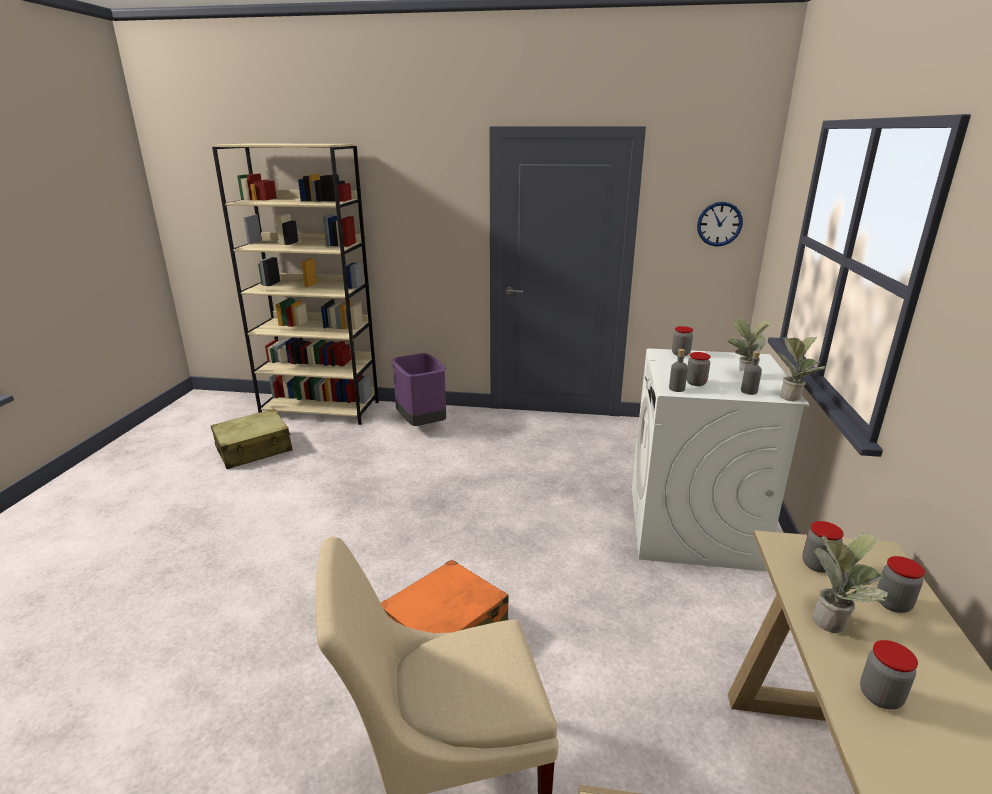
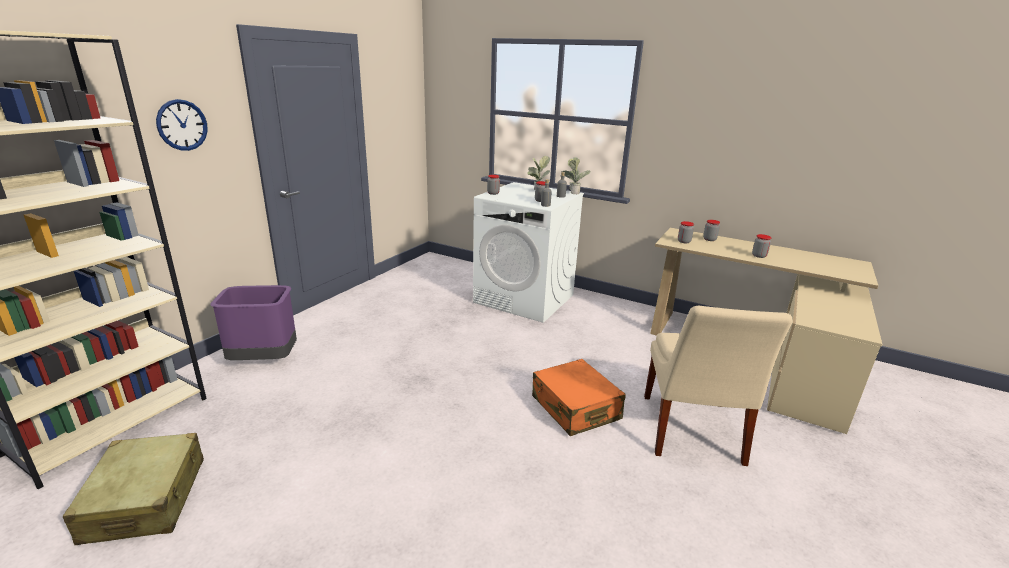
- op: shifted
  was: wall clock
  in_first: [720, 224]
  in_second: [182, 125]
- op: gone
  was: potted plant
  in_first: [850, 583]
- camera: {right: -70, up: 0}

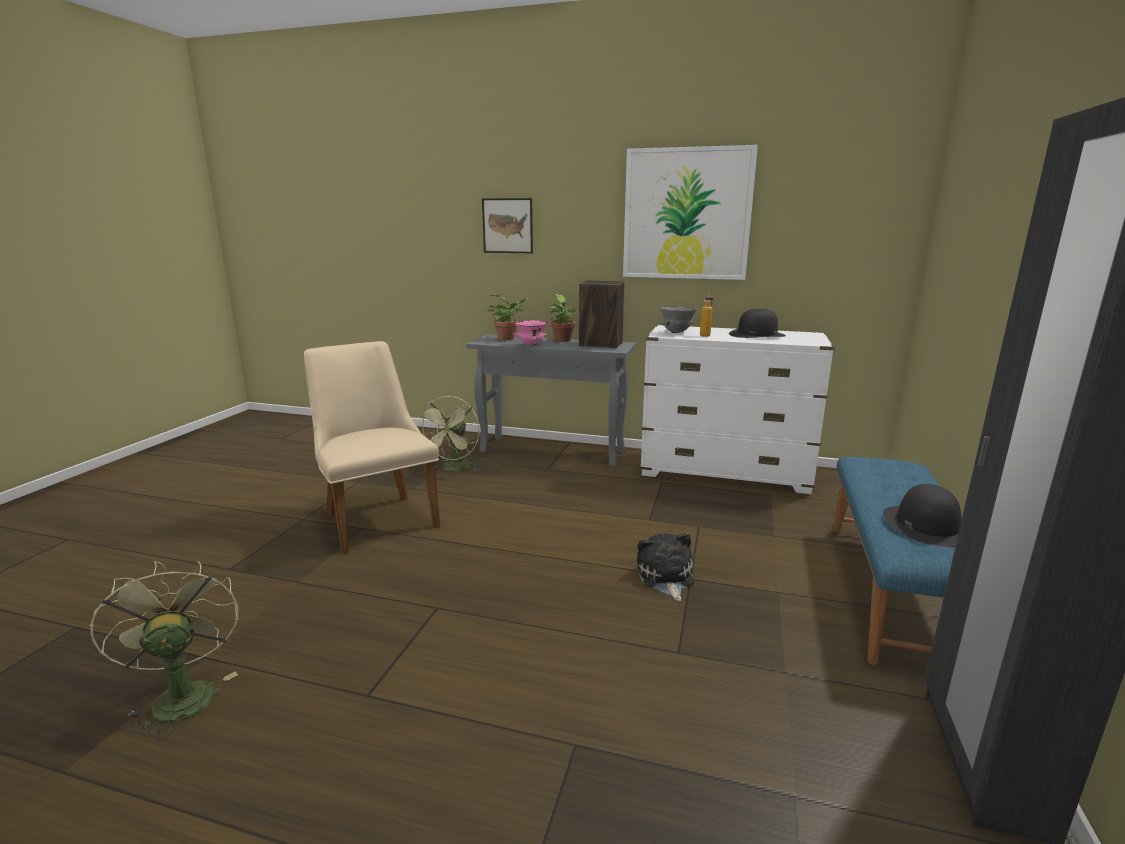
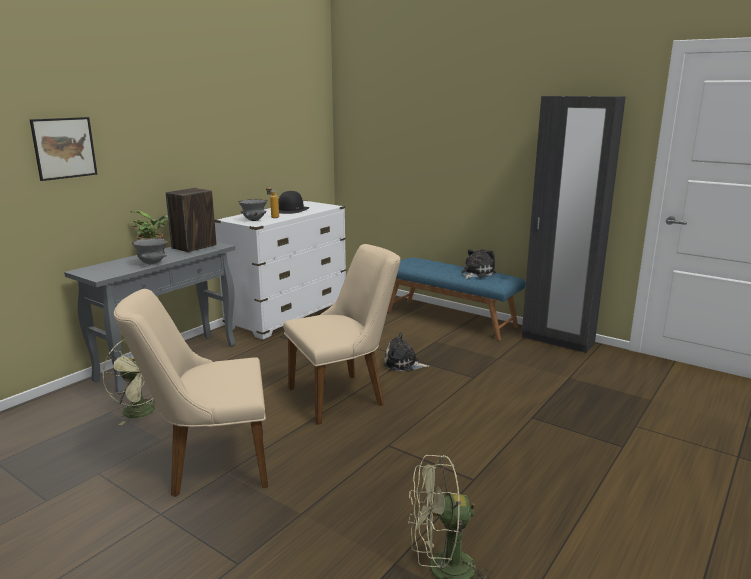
- op: gone
  was: potted plant
  in_first: [508, 317]
- op: repainted
  was: bowl (pink)
  now: bowl (grey)
  in_first: [531, 333]
  in_second: [150, 251]
- op: gone
  was: picture
  in_first: [690, 212]
- op: swapped
  was: hat (black)
  now: plush toy
  in_first: [922, 515]
  in_second: [478, 264]
- op: new
  now: chair (beige)
  in_second: [341, 334]
- camera: {right: -70, up: 0}

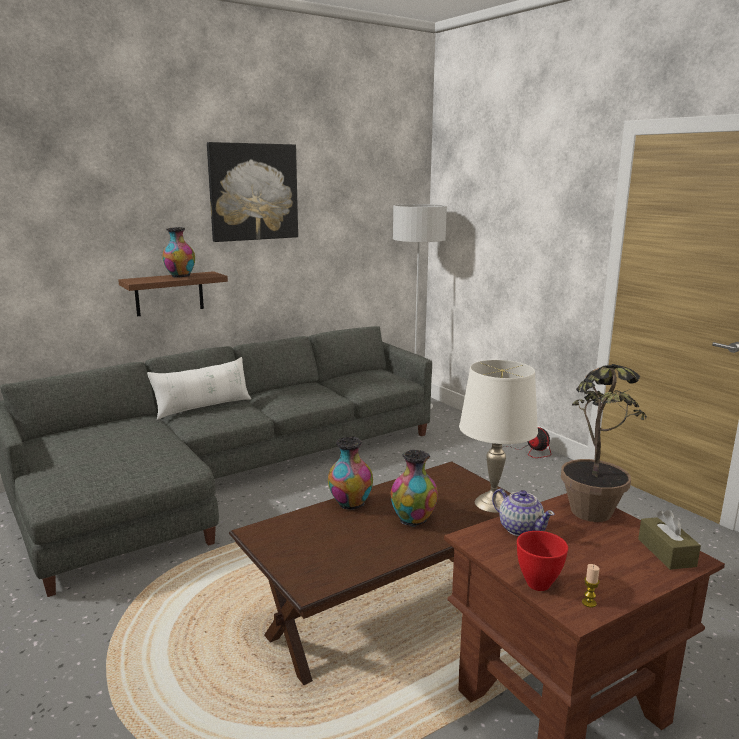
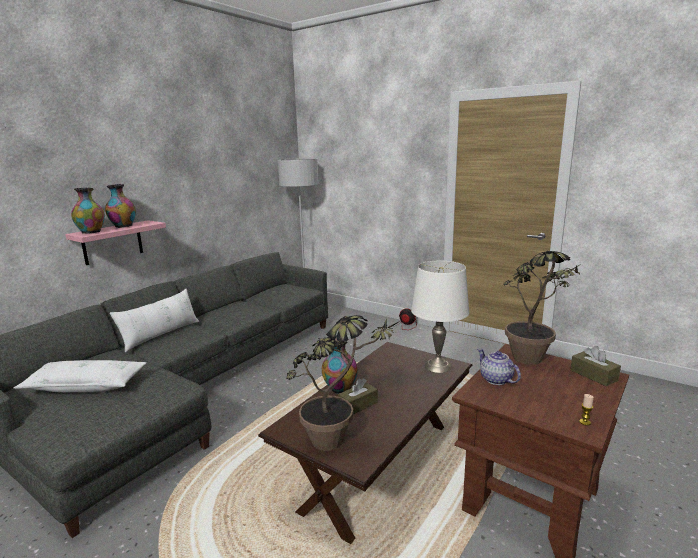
- op: repainted
  was: shelf (brown)
  now: shelf (pink)
  in_first: [173, 293]
  in_second: [115, 242]
- op: gone
  was: picture
  in_first: [252, 192]
- op: shifted
  was: vase
  in_first: [414, 488]
  in_second: [88, 211]
- op: rotated
  was: teapot
  in_first: [523, 512]
  in_second: [499, 367]
  clockwise: -150
- op: gone
  was: bowl (red)
  in_first: [542, 561]
- op: new
  now: pillow (white)
  in_second: [80, 376]
- op: new
  now: potted plant
  in_second: [343, 383]
- op: new
  now: tissue box (brown)
  in_second: [358, 396]
- camera: {right: -20, up: 0}

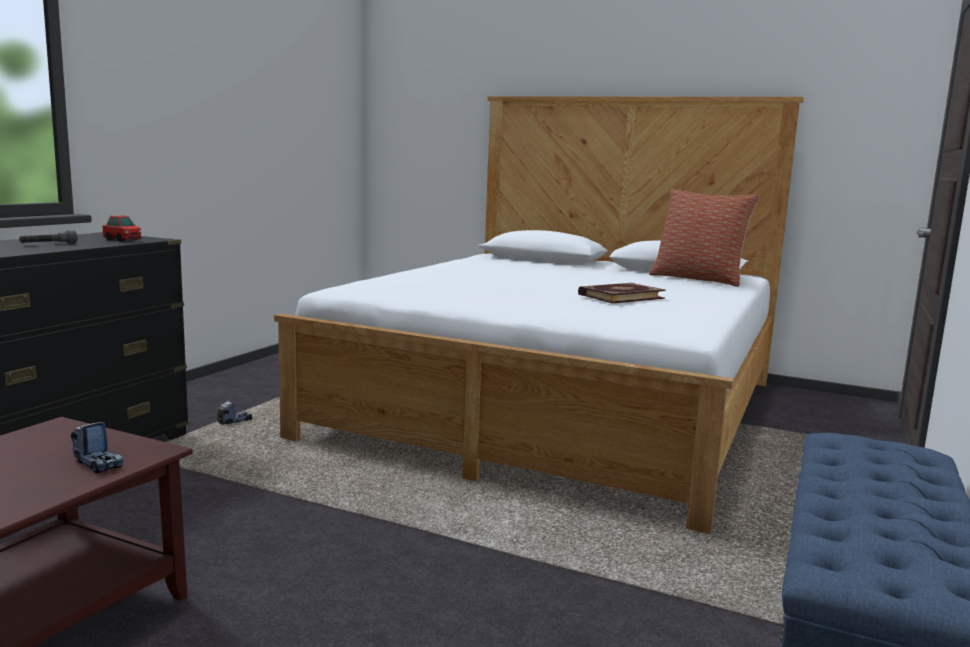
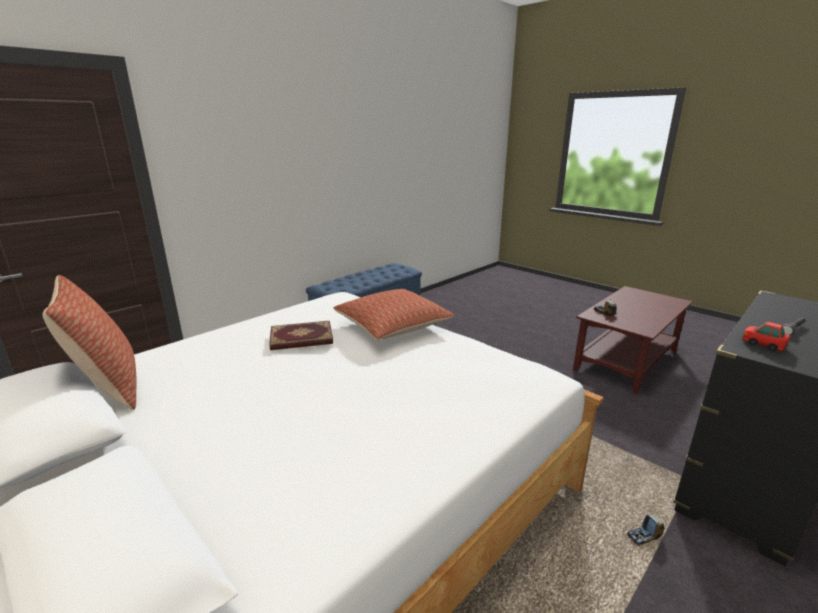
- op: new
  now: pillow
  in_second: [393, 314]
- camera: {right: -160, up: 10}

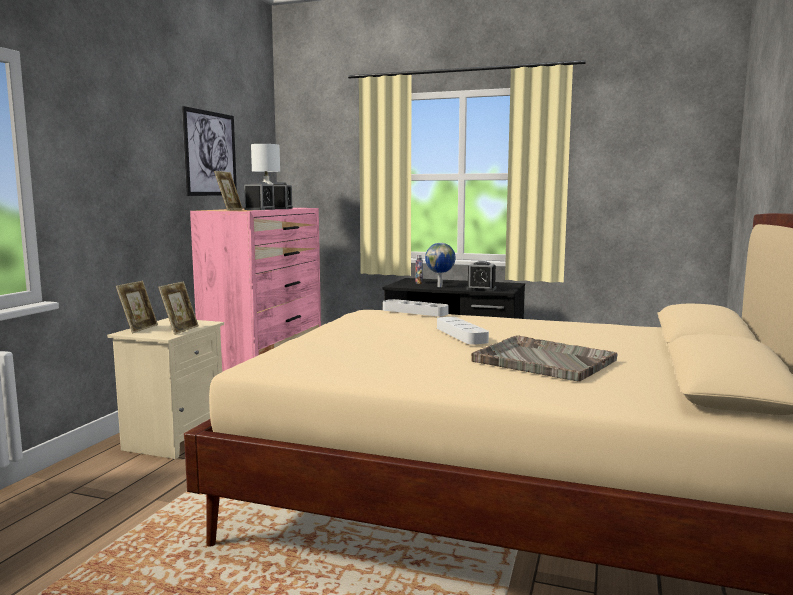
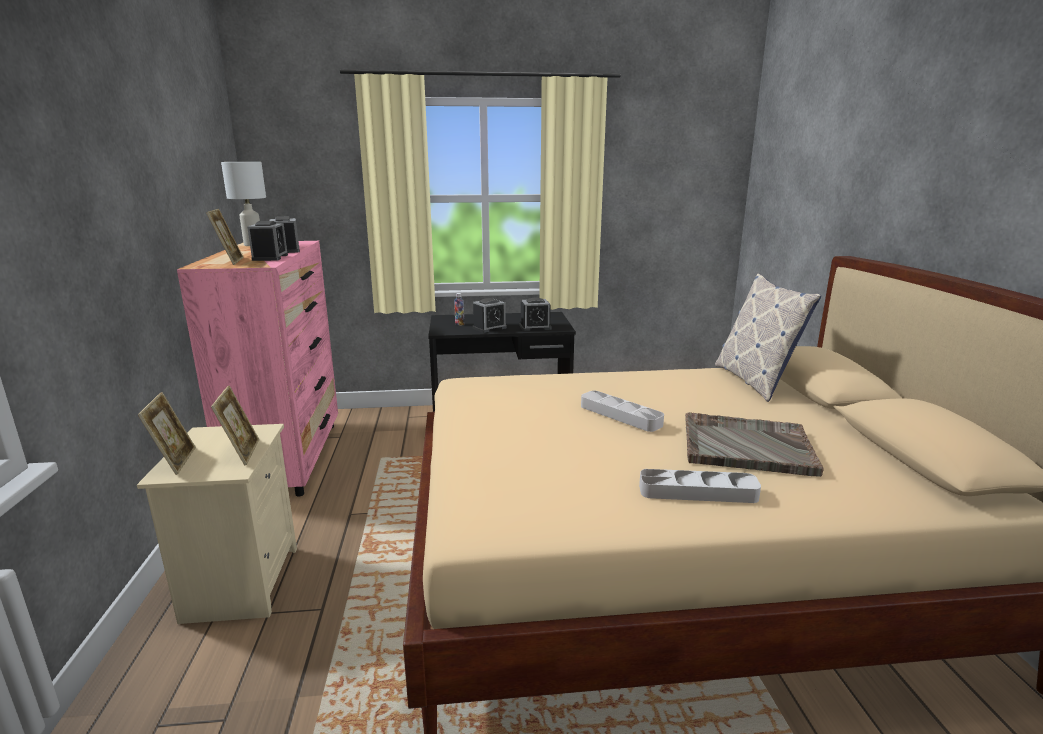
- op: gone
  was: picture
  in_first: [209, 151]
- op: shifted
  was: tray (grey)
  in_first: [415, 307]
  in_second: [700, 486]
- op: swapped
  was: globe
  now: alarm clock
  in_first: [440, 265]
  in_second: [489, 315]
- op: new
  now: pillow
  in_second: [768, 337]
- camera: {right: -25, up: 10}

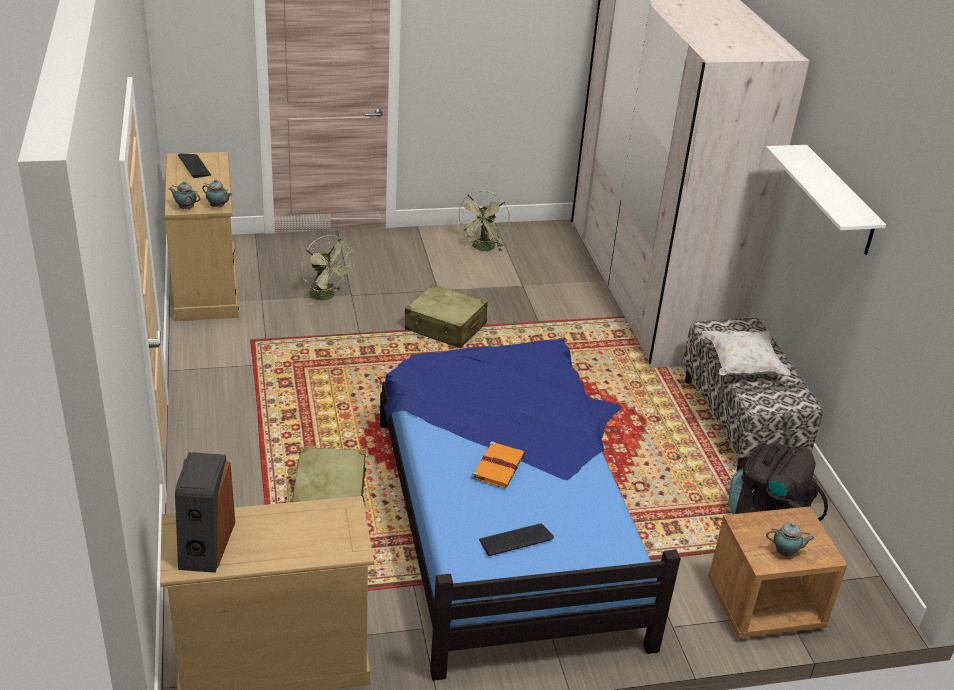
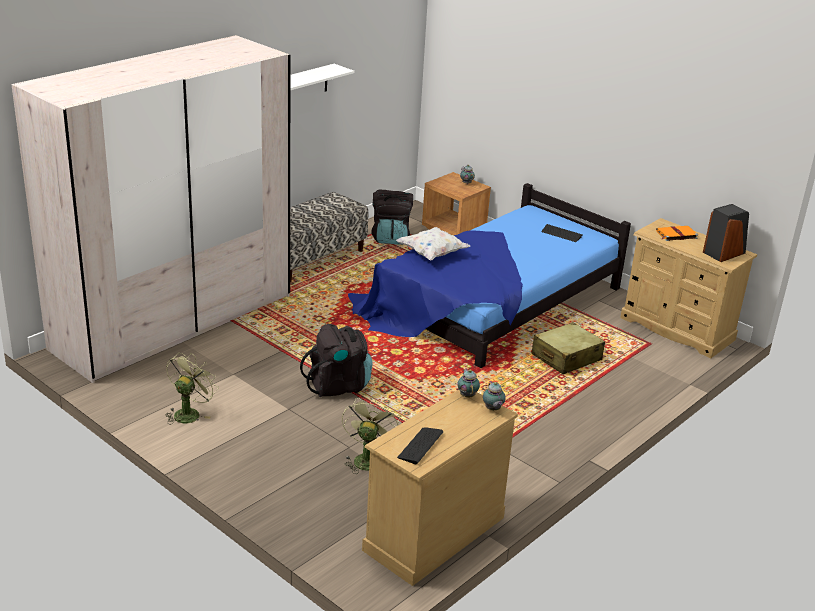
- op: swapped
  was: suitcase (beige)
  now: backpack (black)
  in_first: [446, 316]
  in_second: [336, 360]
- op: rotated
  was: fan (green)
  in_first: [483, 221]
  in_second: [192, 389]
  clockwise: -45
- op: shifted
  was: book (orange)
  in_first: [498, 465]
  in_second: [677, 233]
- op: shifted
  was: pillow (white)
  in_first: [746, 353]
  in_second: [433, 243]
- camera: {right: -125, up: -5}

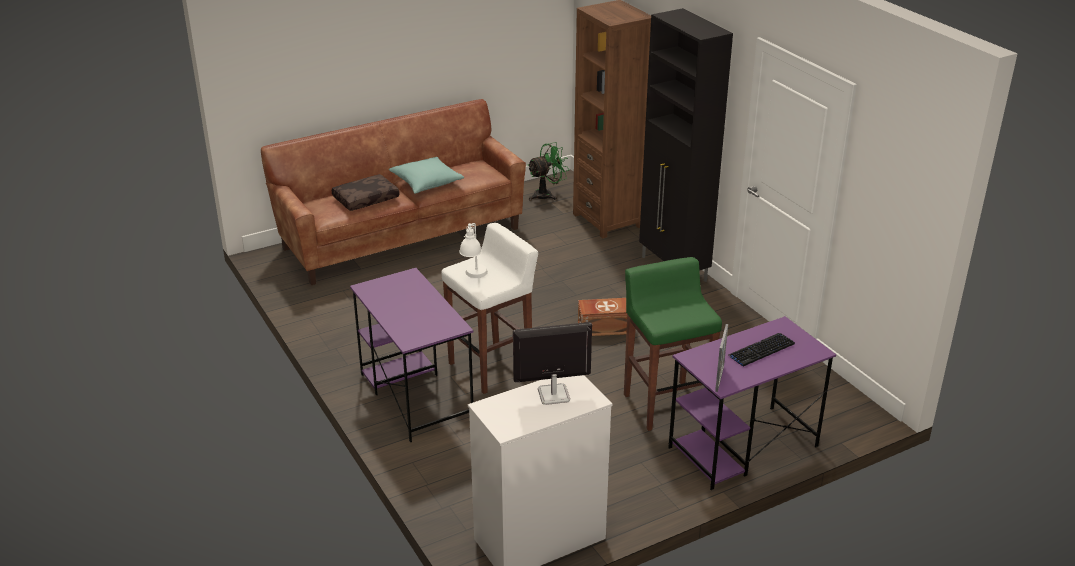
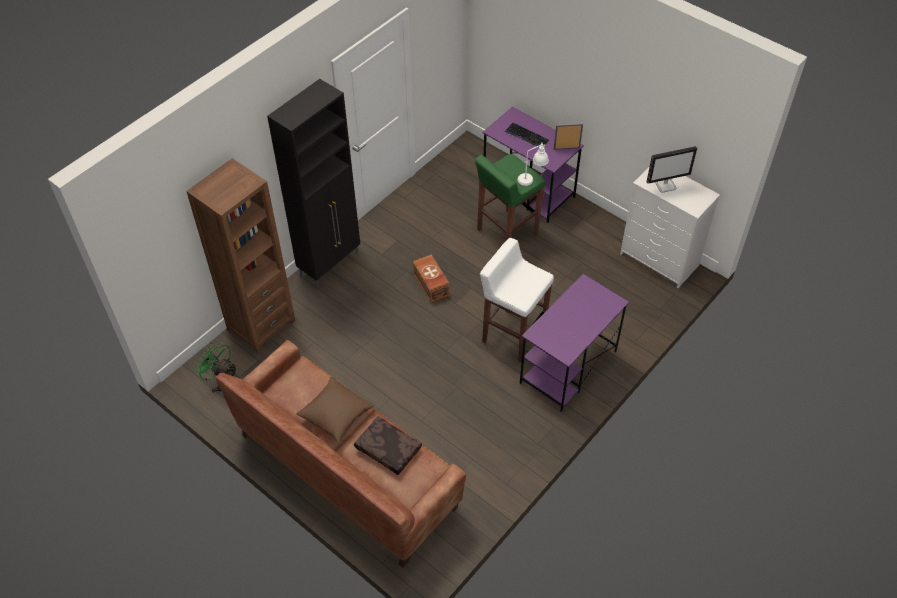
- op: repainted
  was: pillow (turquoise)
  now: pillow (brown)
  in_first: [426, 175]
  in_second: [335, 410]
- op: shifted
  was: table lamp (white)
  in_first: [473, 250]
  in_second: [533, 164]
- op: rotated
  was: monitor
  in_first: [552, 363]
  in_second: [672, 169]
  clockwise: -75
- camera: {right: -110, up: 20}

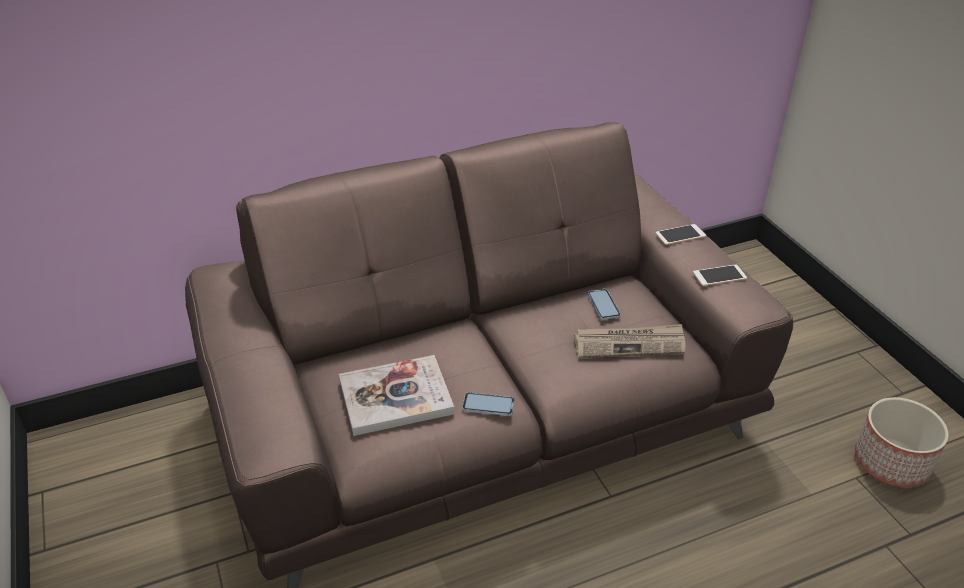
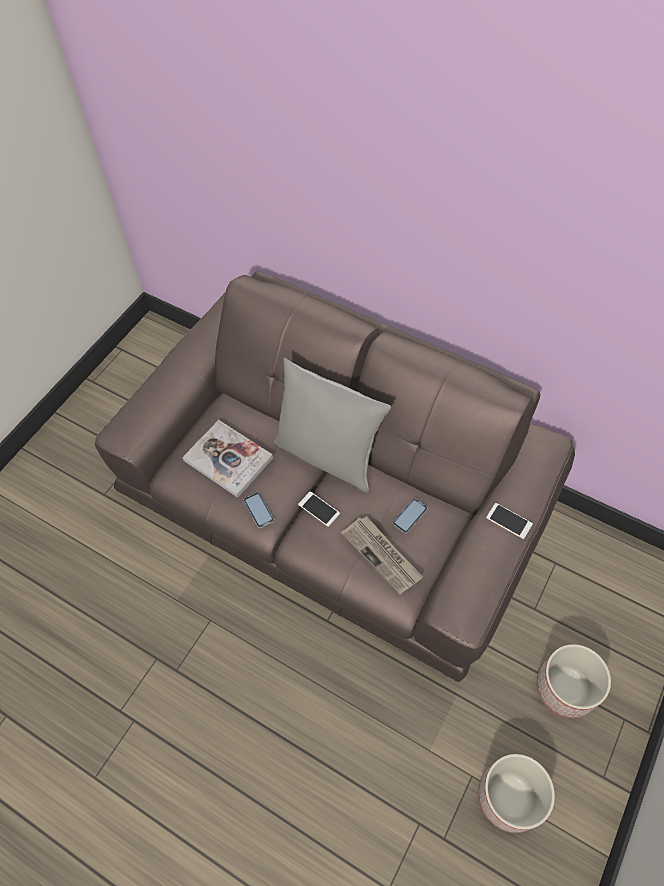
- op: shifted
  was: phone
  in_first: [720, 275]
  in_second: [319, 509]
- op: new
  now: pillow (grey)
  in_second: [332, 425]
- op: new
  now: planter
  in_second: [574, 681]
- camera: {right: 55, up: 20}

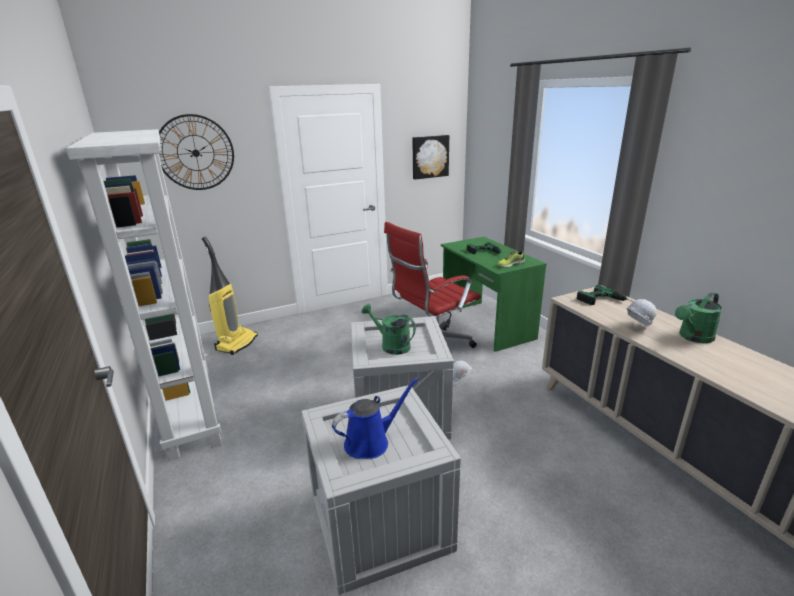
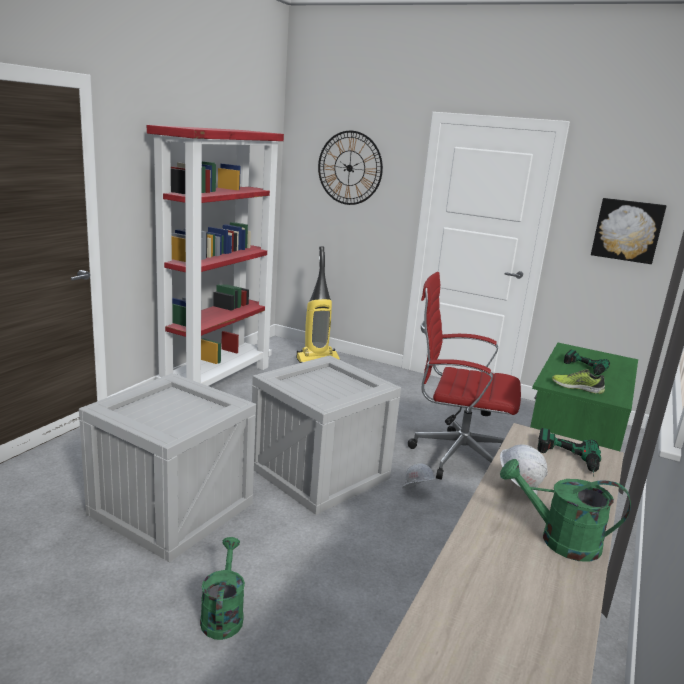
- op: repainted
  was: bookcase (white)
  now: bookcase (red)
  in_first: [144, 295]
  in_second: [215, 255]
- op: gone
  was: watering can (blue)
  in_first: [375, 418]
- op: shifted
  was: watering can (green)
  in_first: [389, 329]
  in_second: [222, 588]
- camera: {right: 50, up: -5}

